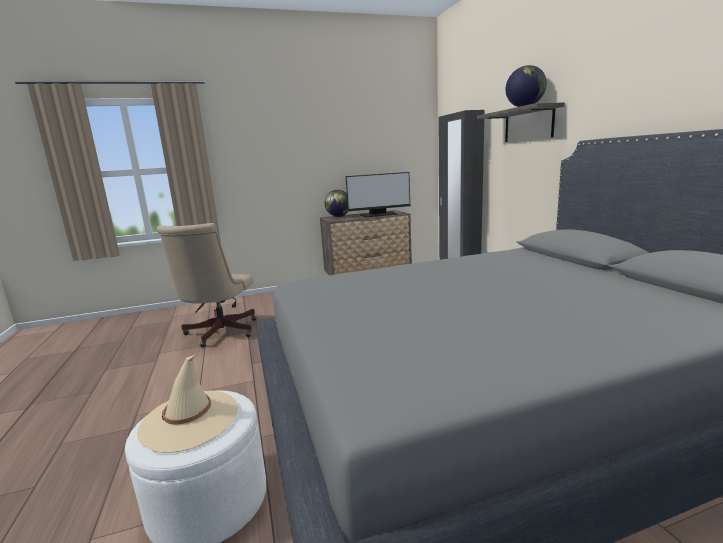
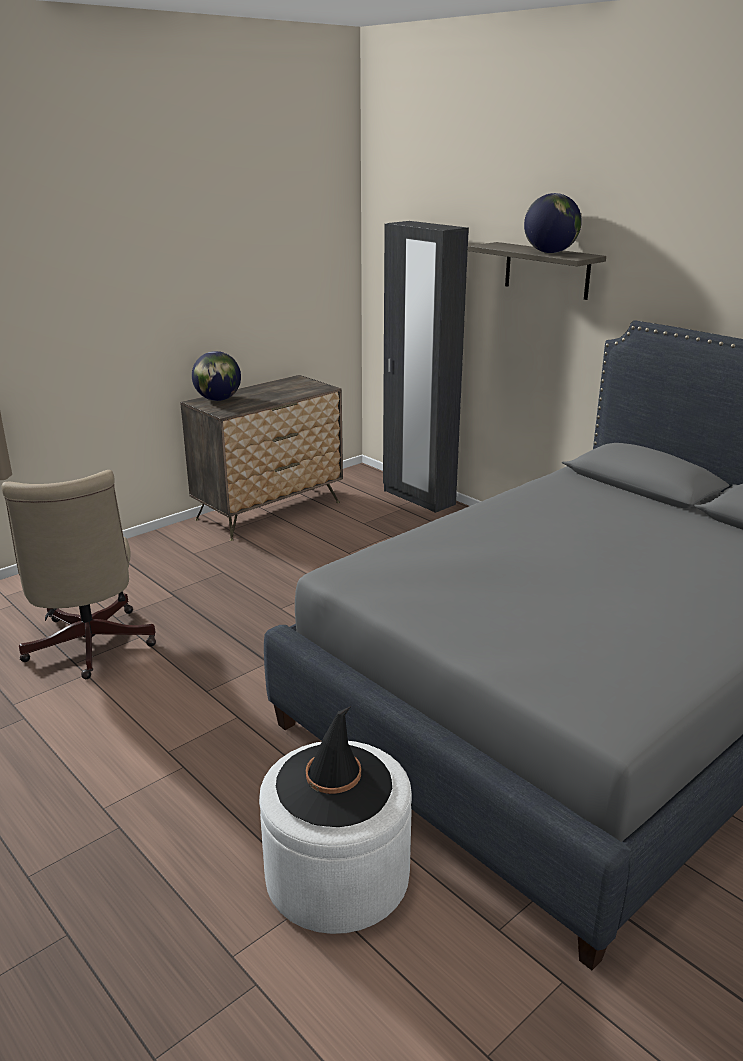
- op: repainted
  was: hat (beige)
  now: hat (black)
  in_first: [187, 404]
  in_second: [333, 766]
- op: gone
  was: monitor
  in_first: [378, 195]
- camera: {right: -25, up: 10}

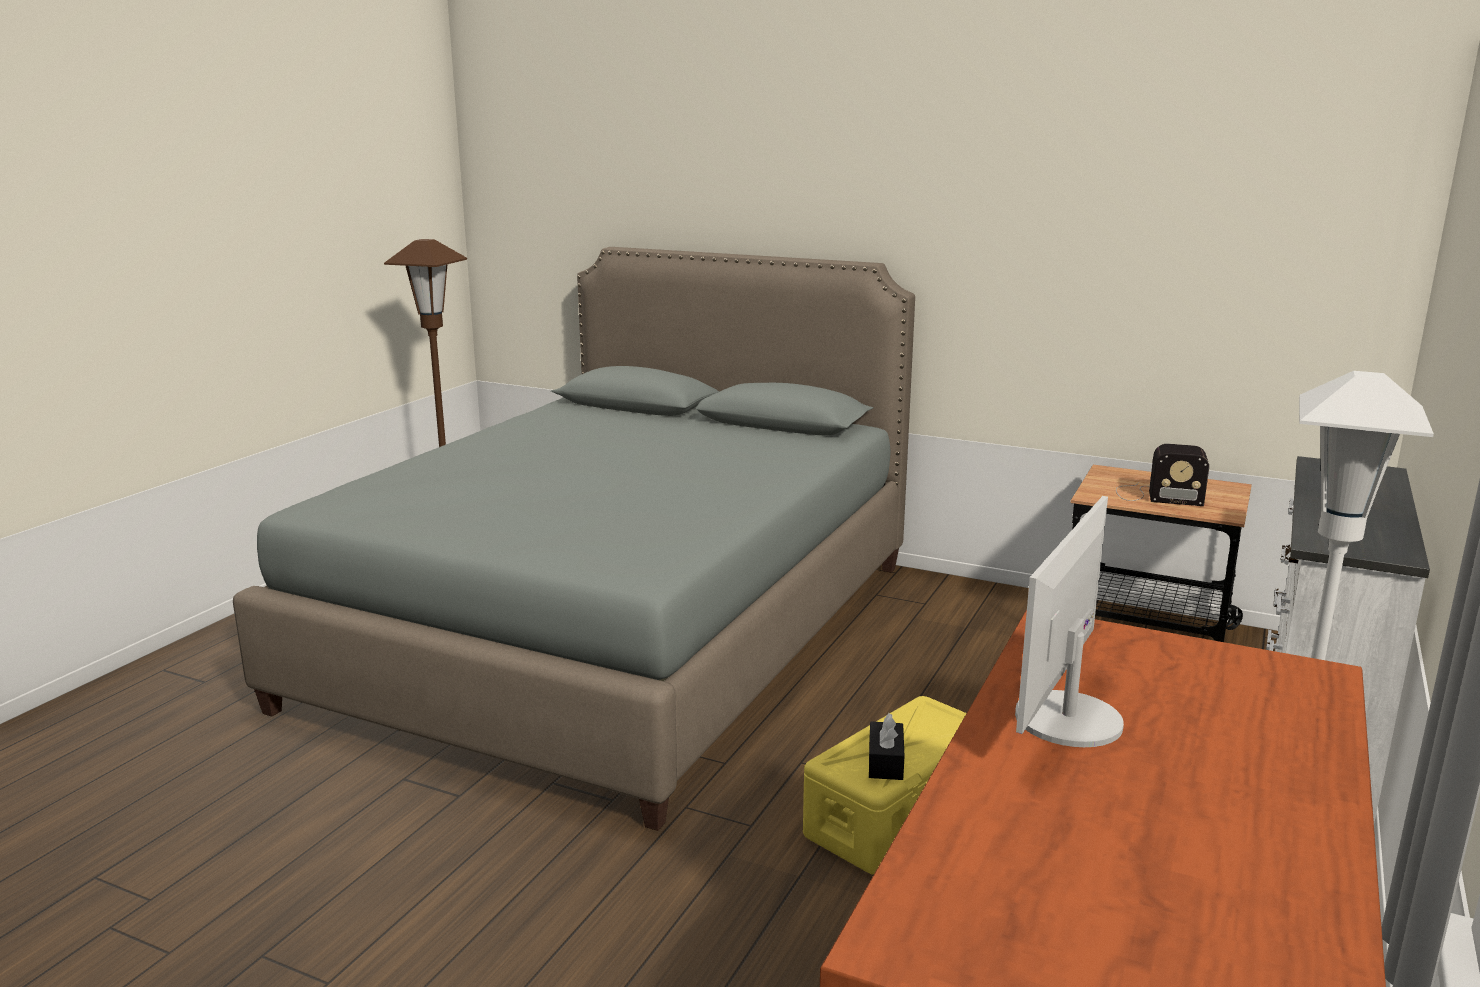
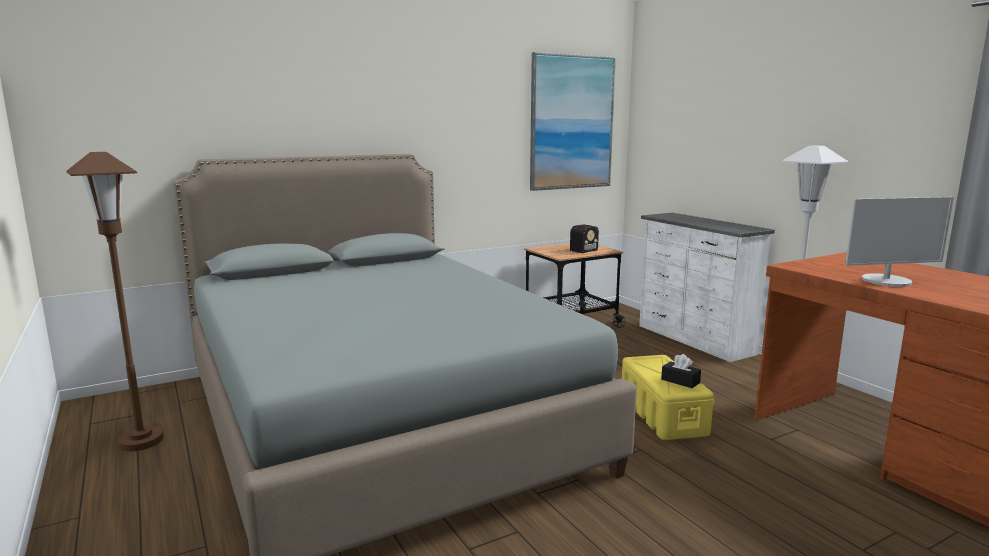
- op: rotated
  was: monitor
  in_first: [1069, 621]
  in_second: [899, 242]
  clockwise: -75
- op: new
  now: picture
  in_second: [573, 121]
- camera: {right: -55, up: -5}

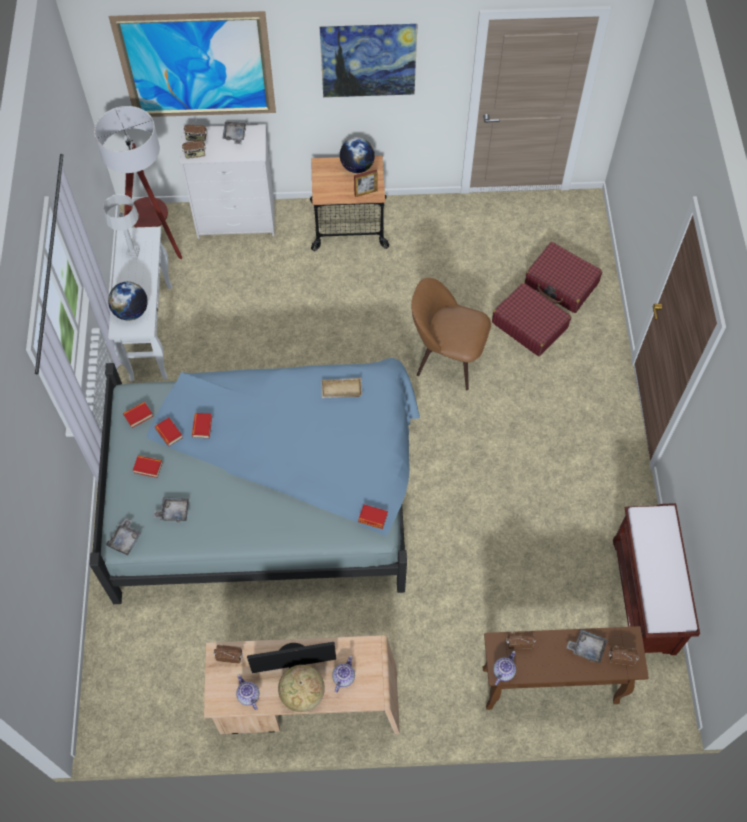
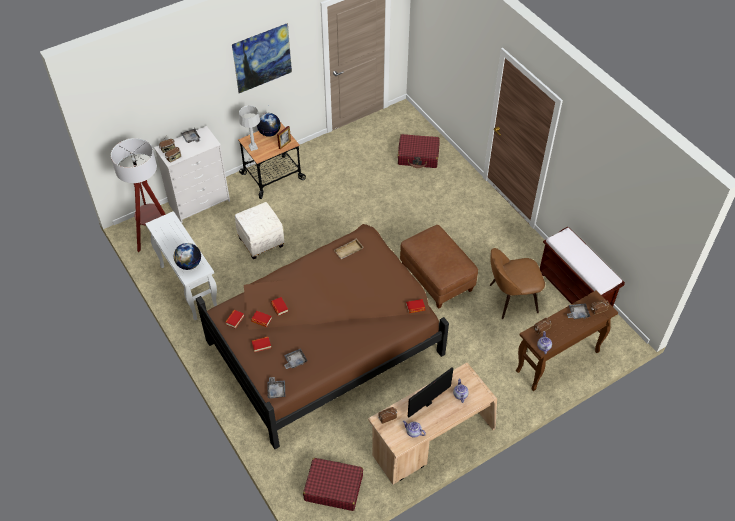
- op: repainted
  was: bed (blue)
  now: bed (brown)
  in_first: [254, 481]
  in_second: [322, 336]
- op: shifted
  was: table lamp (grey)
  in_first: [121, 226]
  in_second: [249, 128]
- op: gone
  was: picture
  in_first: [192, 64]
- op: gone
  was: globe
  in_first: [301, 688]
- op: shifted
  was: chair (brown)
  in_first: [451, 334]
  in_second: [517, 283]
- op: shifted
  was: suitcase (red)
  in_first: [531, 319]
  in_second: [333, 484]
- op: new
  now: ottoman (white)
  in_second: [260, 230]
- op: new
  now: ottoman (brown)
  in_second: [439, 267]
- camera: {right: -30, up: -10}

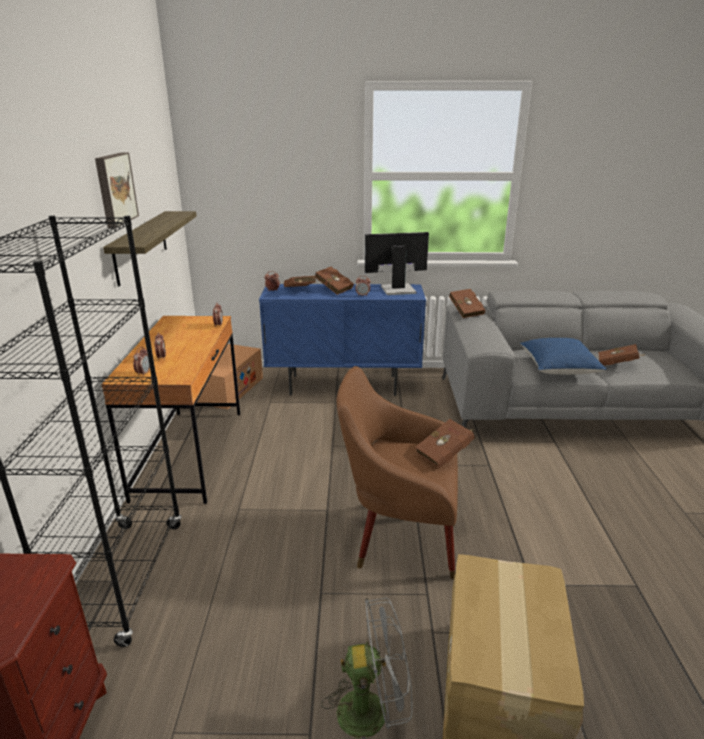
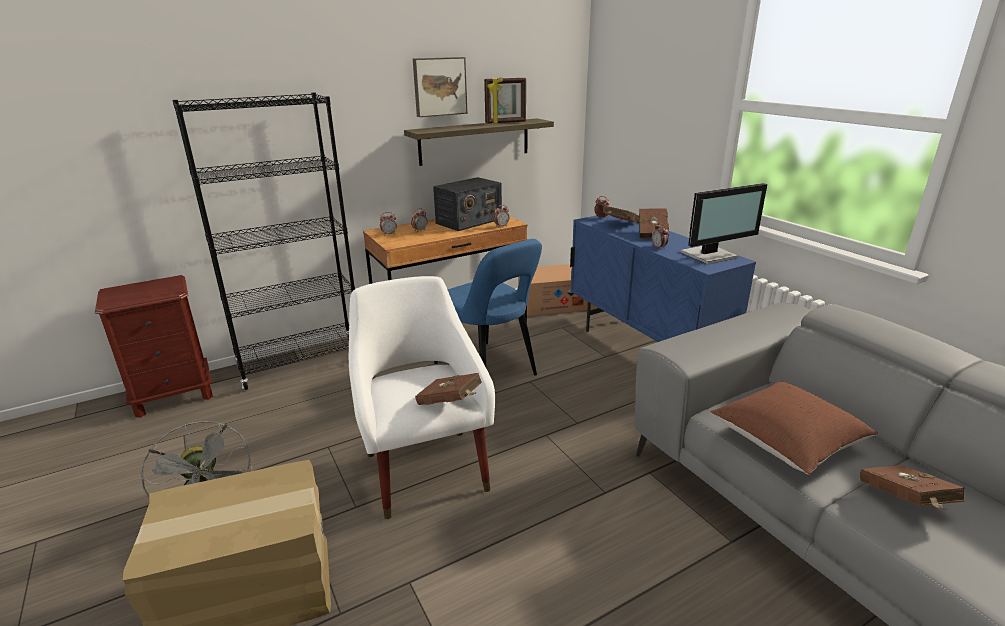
- op: repainted
  was: armchair (brown)
  now: armchair (white)
  in_first: [397, 473]
  in_second: [422, 397]
- op: rotated
  was: monitor
  in_first: [397, 263]
  in_second: [724, 223]
  clockwise: 105
- op: gone
  was: book (brown)
  in_first: [467, 303]
- op: repainted
  was: pillow (blue)
  now: pillow (brown)
  in_first: [563, 356]
  in_second: [794, 428]
- op: new
  now: radio
  in_second: [467, 204]
- op: new
  now: chair (blue)
  in_second: [488, 307]
- op: new
  now: picture frame
  in_second: [505, 100]
- camera: {right: 60, up: 0}

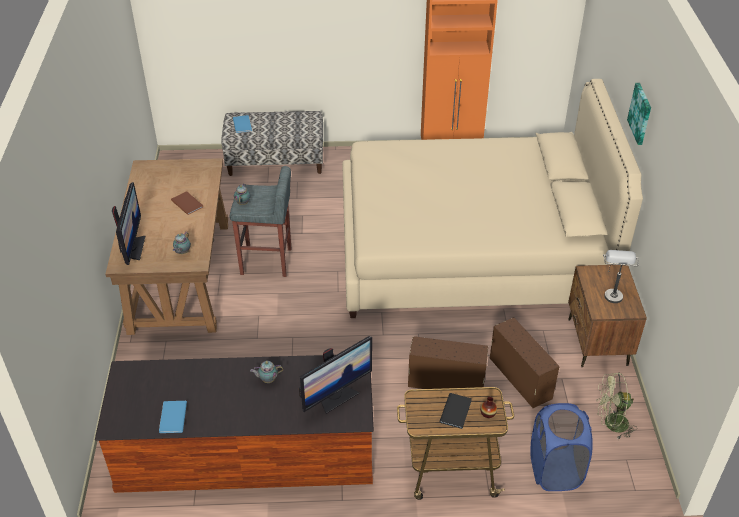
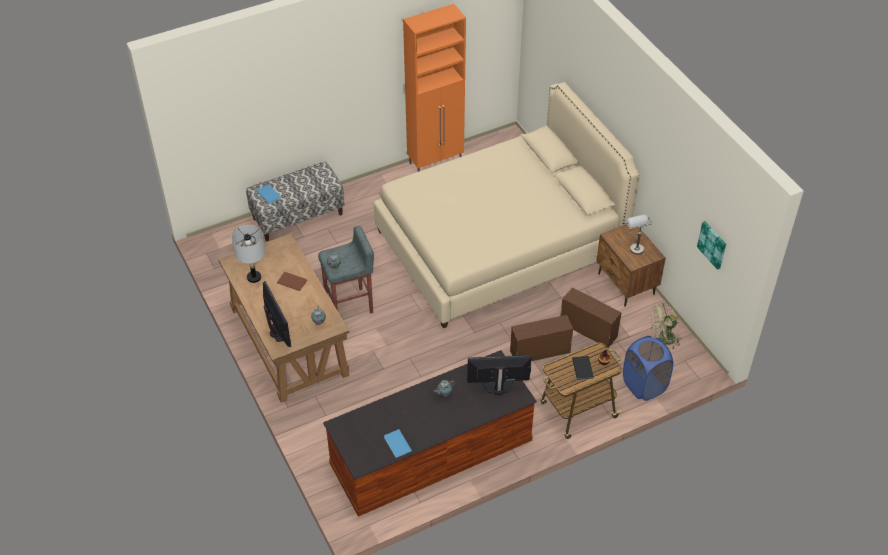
- op: rotated
  was: monitor
  in_first: [335, 375]
  in_second: [499, 375]
  clockwise: -120
- op: shifted
  was: picture
  in_first: [639, 114]
  in_second: [711, 245]
- op: new
  now: table lamp (grey)
  in_second: [248, 254]
- camera: {right: -25, up: 5}

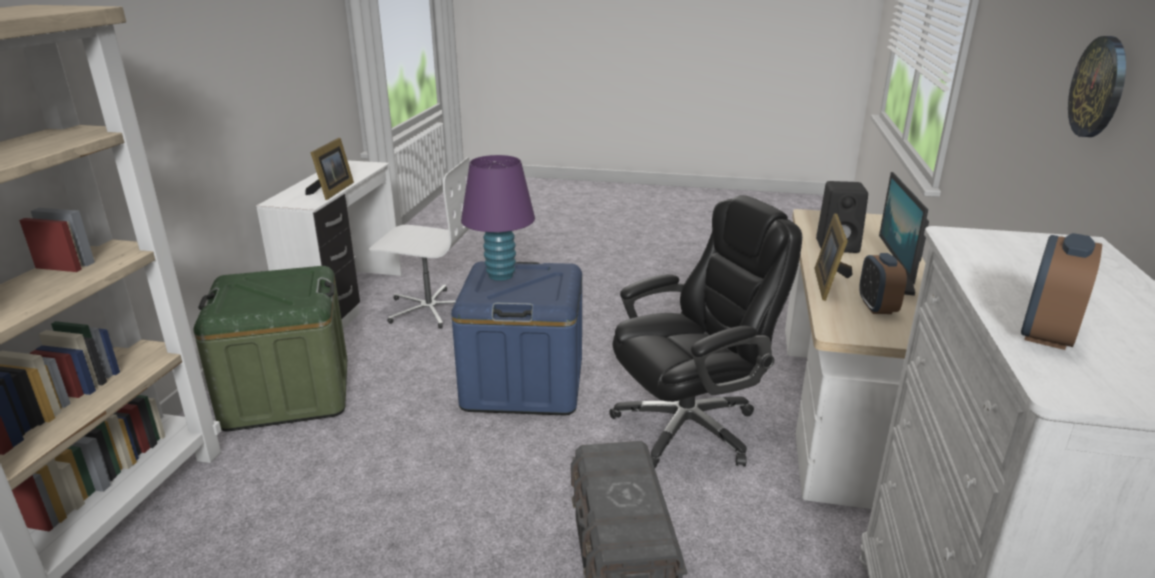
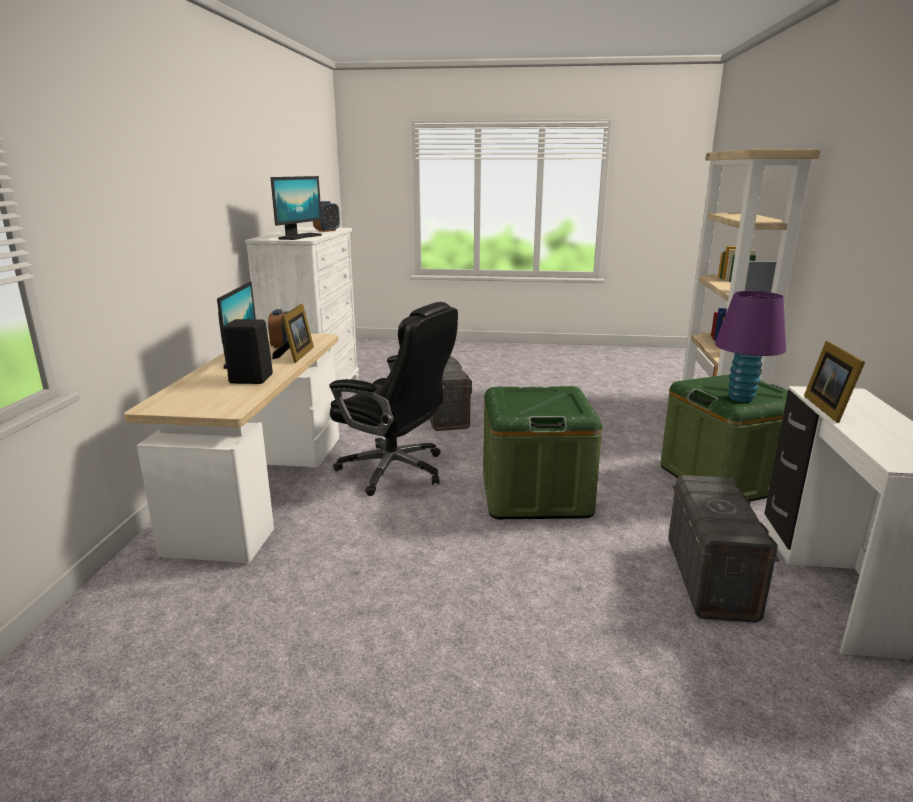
- op: swapped
  was: office chair (white)
  now: storage box (grey)
  in_first: [419, 243]
  in_second: [723, 549]
- op: repainted
  was: storage box (blue)
  now: storage box (green)
  in_first: [516, 338]
  in_second: [542, 452]
- op: shifted
  was: table lamp (purple)
  in_first: [498, 218]
  in_second: [750, 346]
- op: rotated
  was: office chair (black)
  in_first: [705, 331]
  in_second: [393, 399]
  clockwise: -120
- op: gone
  was: wall clock
  in_first: [1097, 86]
- op: new
  now: monitor
  in_second: [296, 208]
- camera: {right: 175, up: -5}

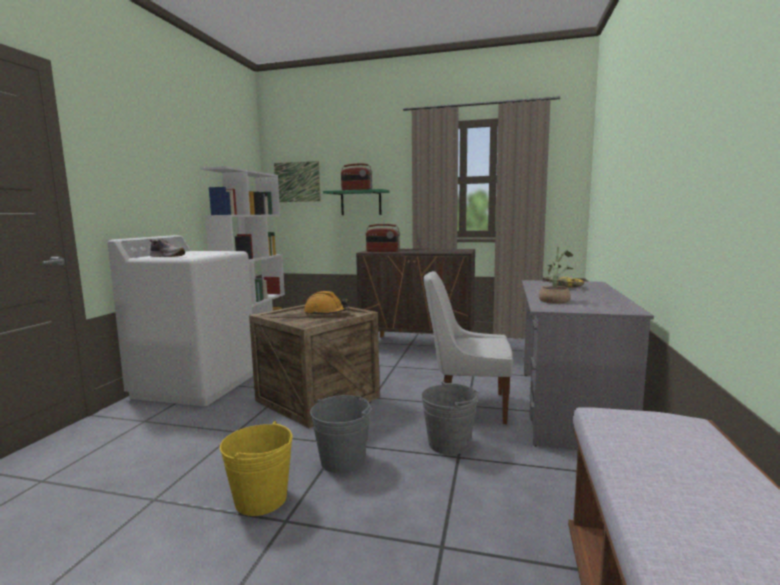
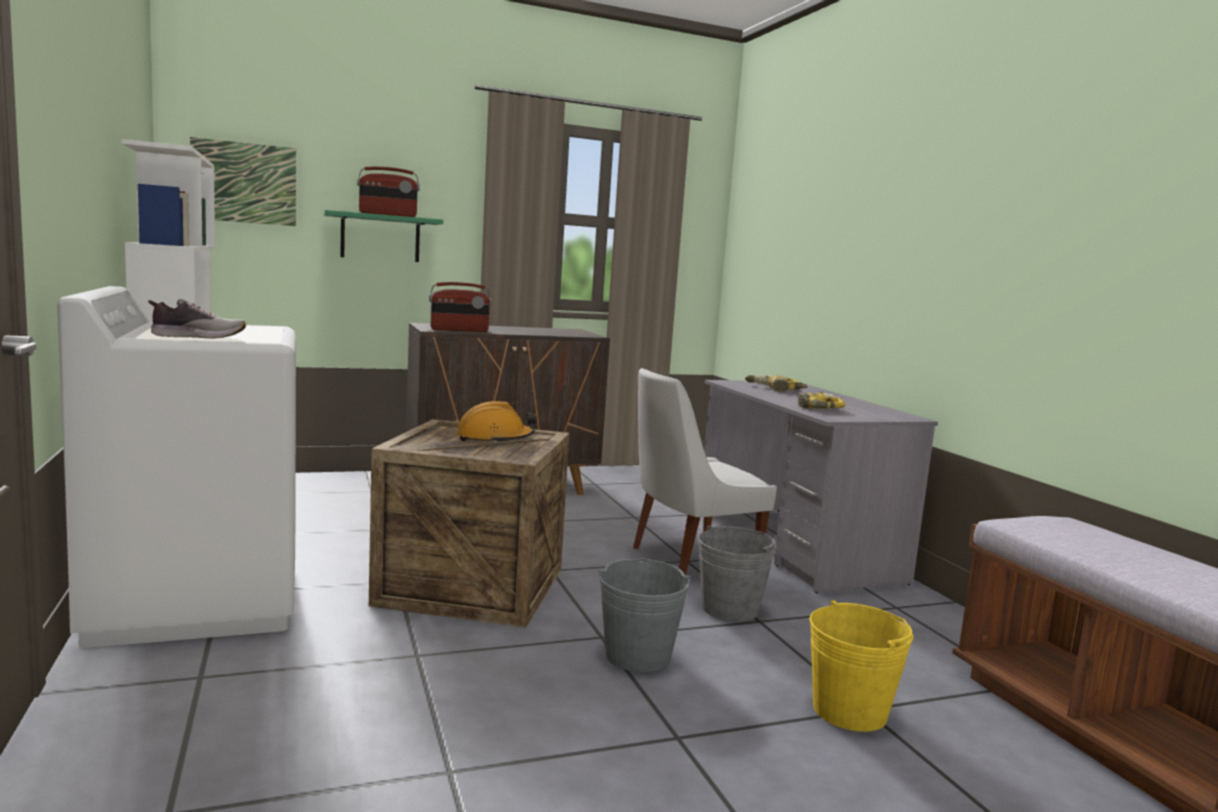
- op: shifted
  was: bucket (yellow)
  in_first: [256, 468]
  in_second: [861, 666]
- op: swapped
  was: potted plant
  now: power drill
  in_first: [556, 275]
  in_second: [820, 400]
- camera: {right: -35, up: 0}

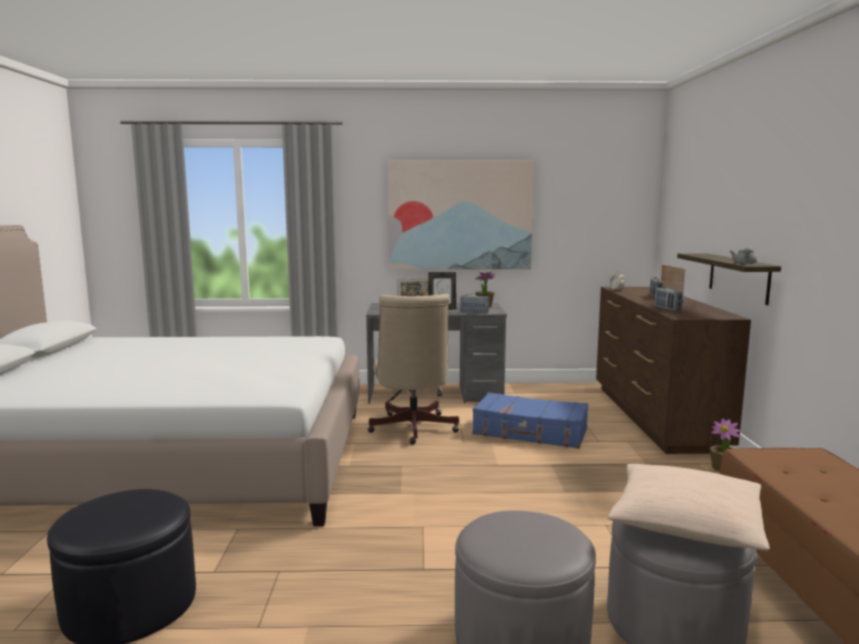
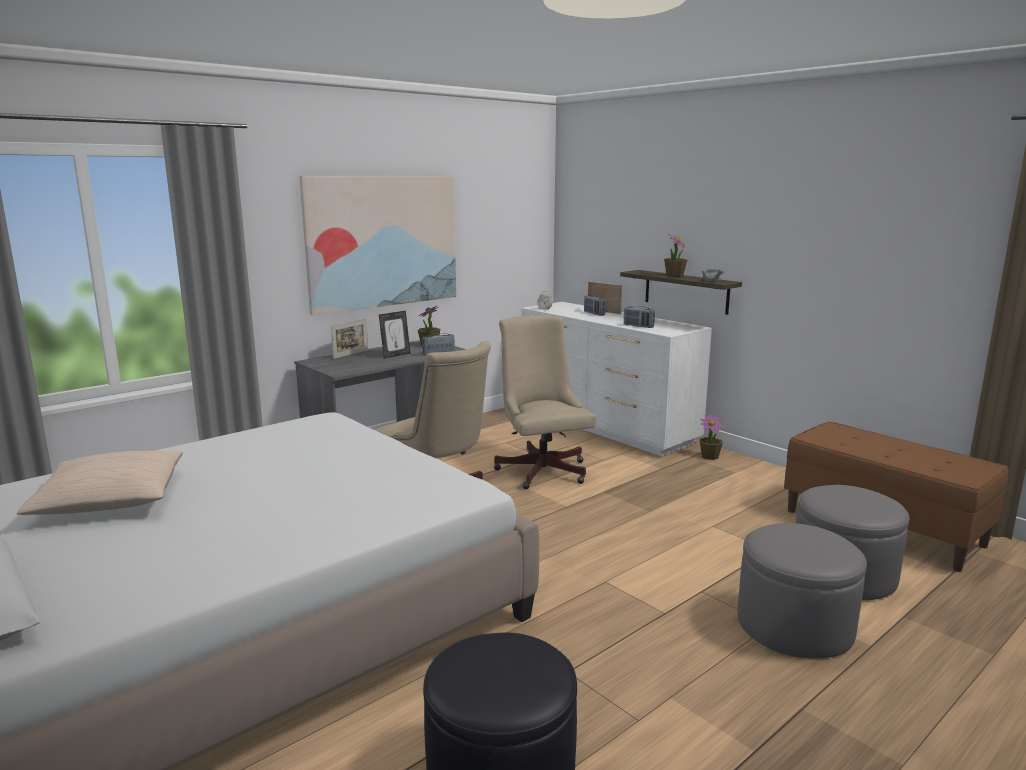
- op: swapped
  was: suitcase (blue)
  now: office chair (beige)
  in_first: [530, 420]
  in_second: [545, 402]
- op: repainted
  was: dresser (brown)
  now: dresser (white)
  in_first: [673, 370]
  in_second: [616, 379]
- op: shifted
  was: pillow (beige)
  in_first: [689, 507]
  in_second: [100, 483]
- op: new
  now: potted plant
  in_second: [675, 255]
- camera: {right: -40, up: 5}

